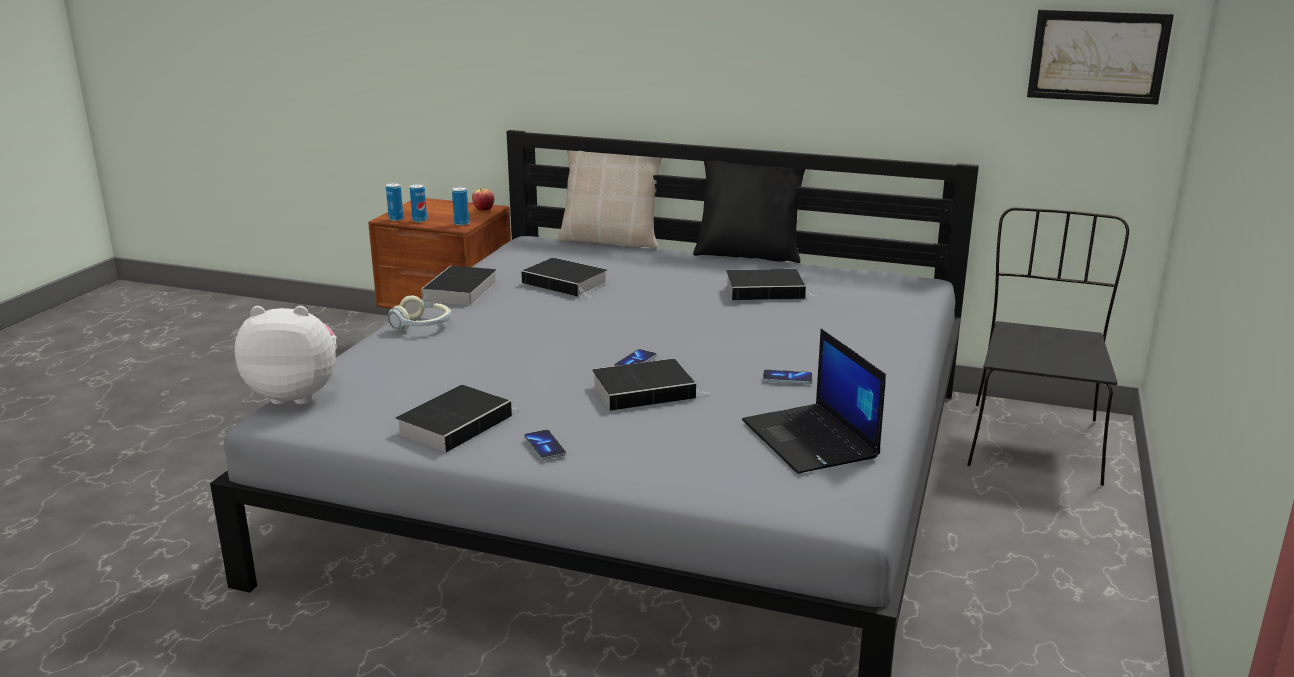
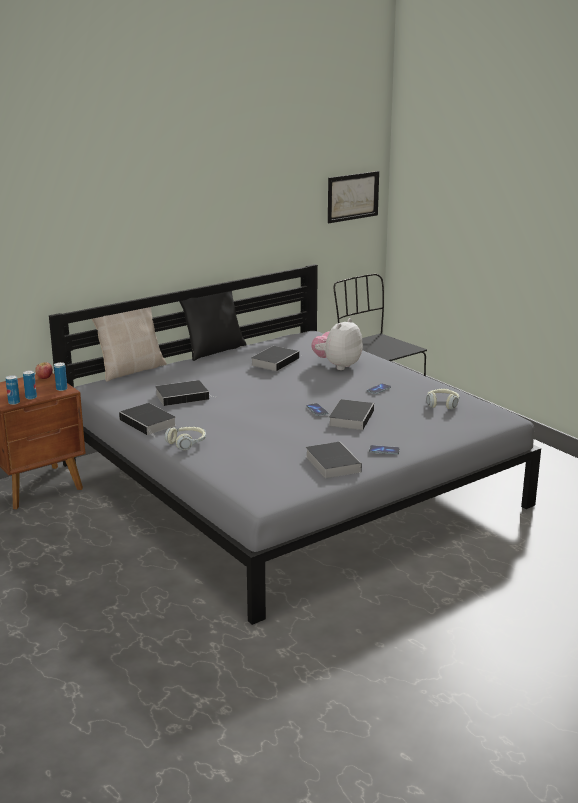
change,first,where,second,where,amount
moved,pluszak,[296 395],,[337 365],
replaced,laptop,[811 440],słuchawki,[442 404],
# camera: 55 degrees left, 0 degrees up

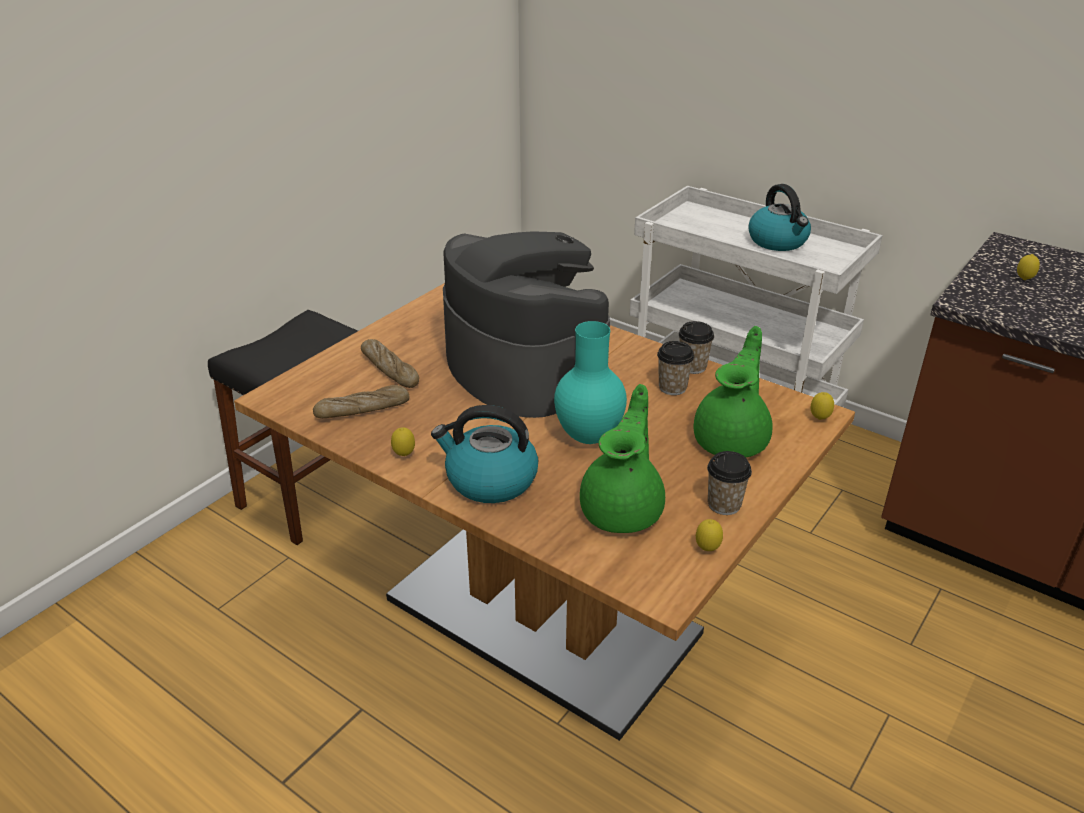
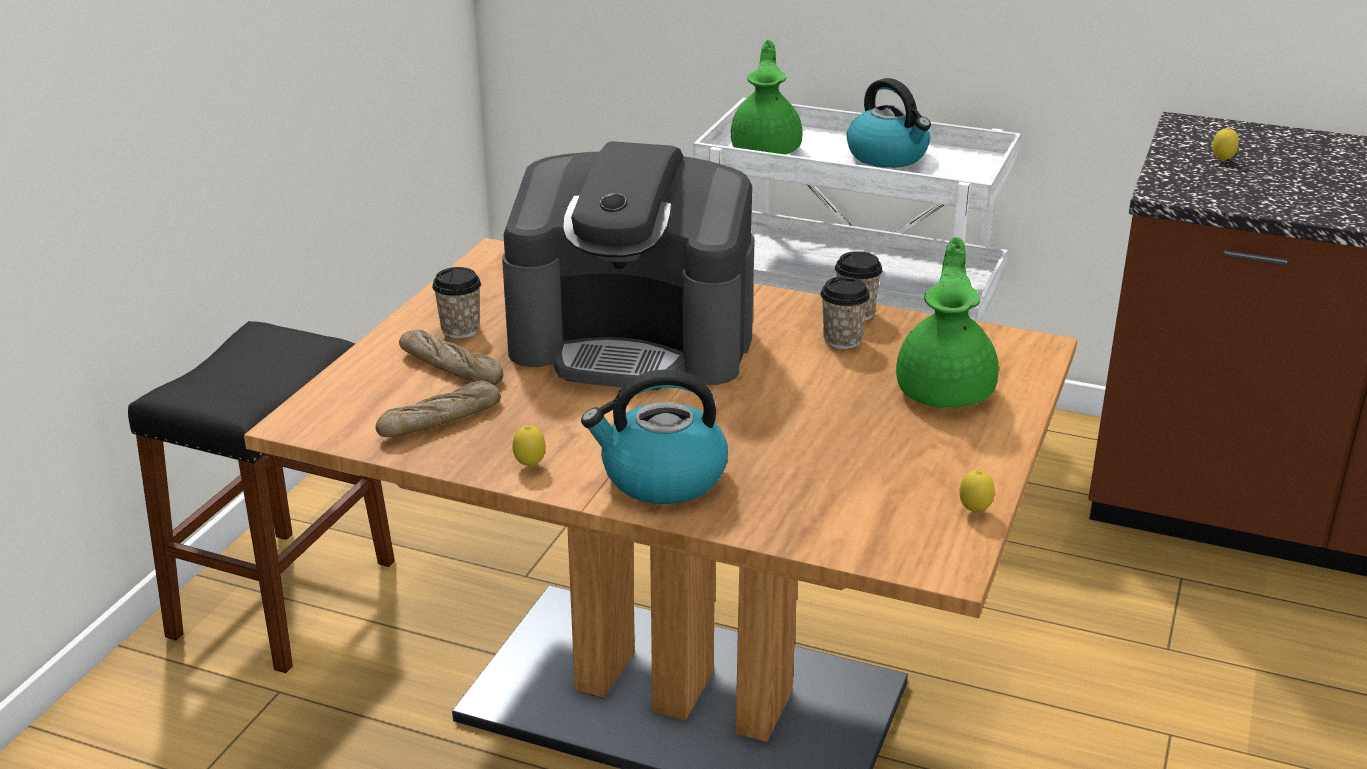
change,first,where,second,where,amount
turned,ekspres do kawy,[523 367],,[634 341],150 degrees clockwise
removed,wazon (turkusowy),[590 438],,,
moved,imbryk (zielony),[623 509],,[767 149],
moved,filiżanka,[724 504],,[460 330],
removed,cytryna,[819 419],,,
# camera: 15 degrees left, 5 degrees down

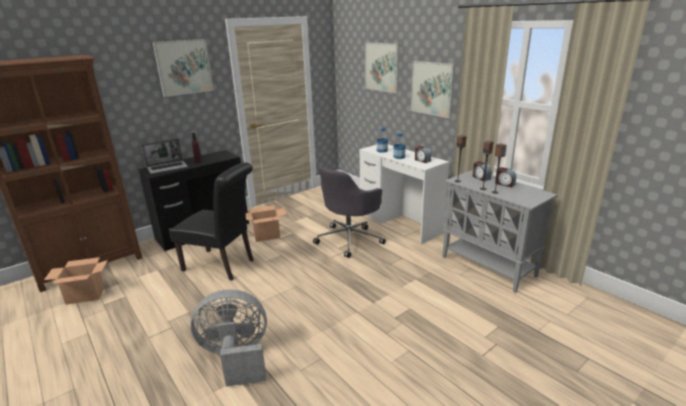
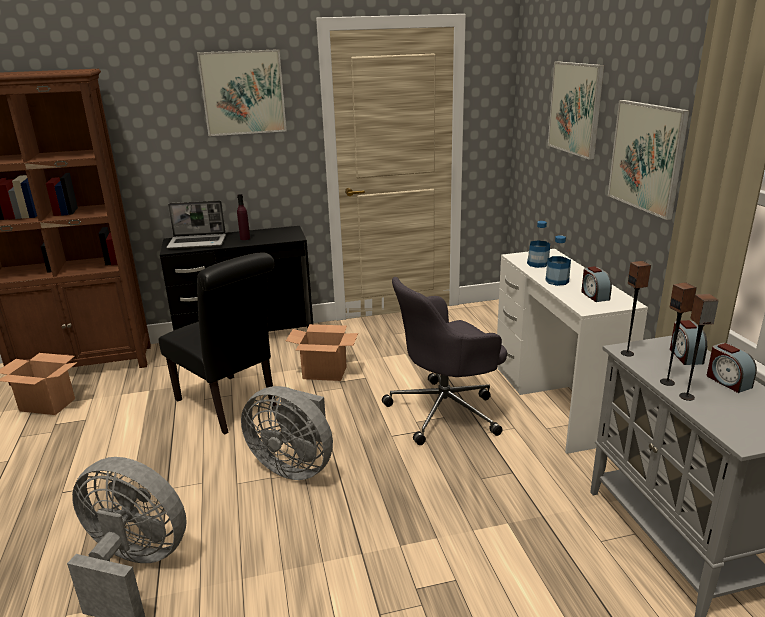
change,first,where,second,where,amount
added,,,wentylator (szary),[294 465],
# camera: 25 degrees right, 0 degrees up

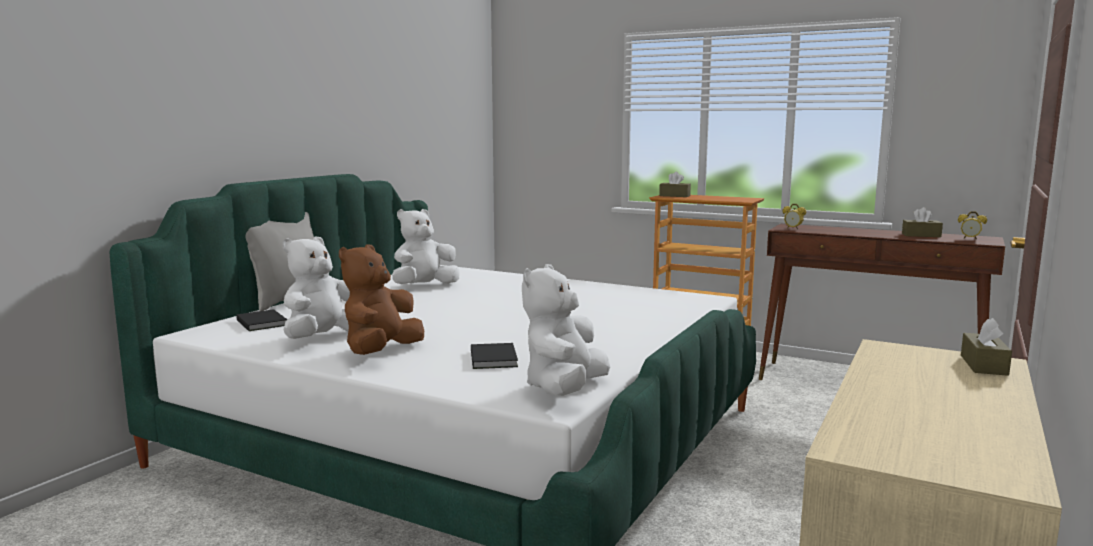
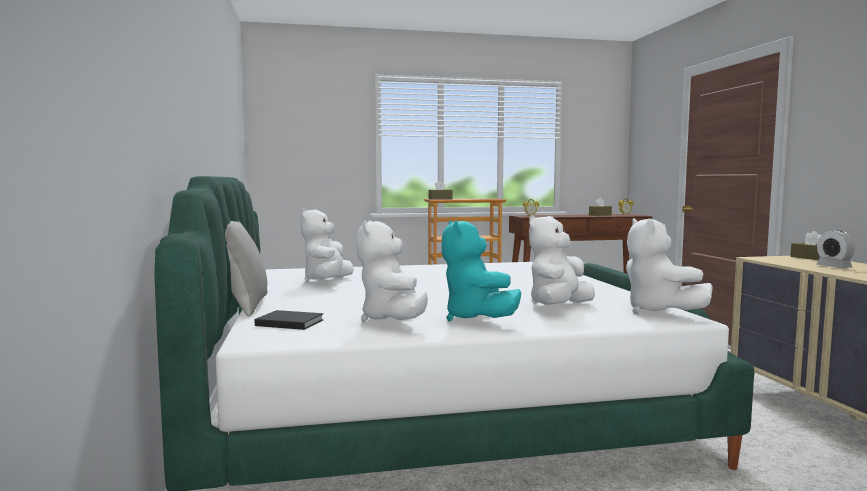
change,first,where,second,where,amount
recoloured,pluszak (brązowy),[381 352],pluszak (turkusowy),[476 319],
replaced,książka (czarny),[494 358],pluszak (biały),[558 307],
added,,,budzik,[834 267],
# camera: 40 degrees left, 5 degrees down

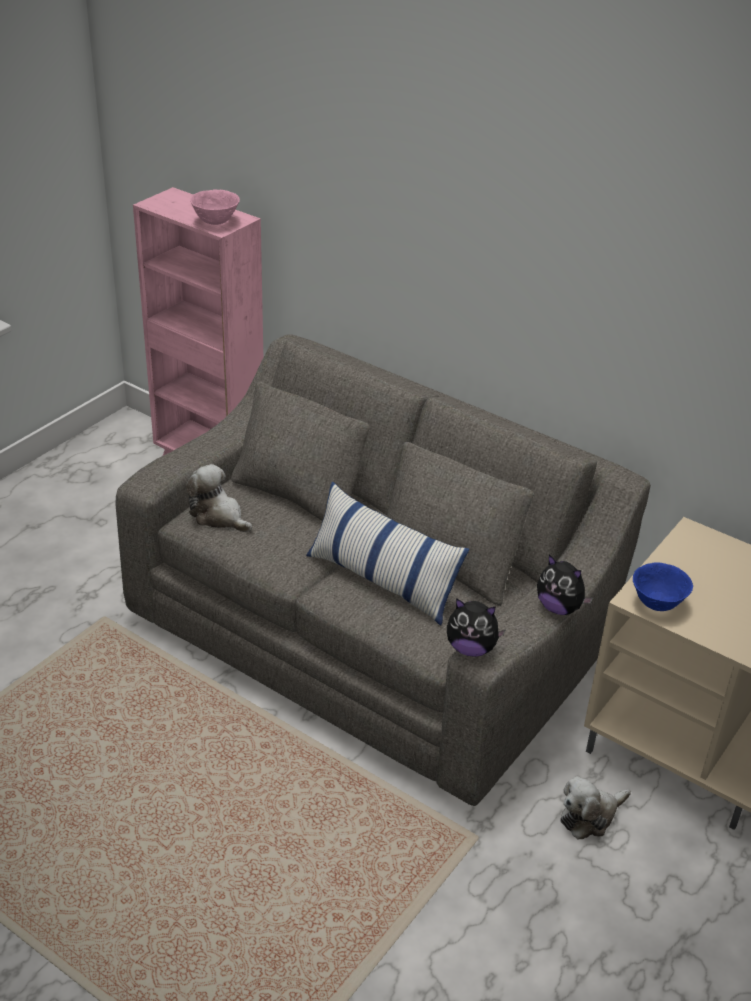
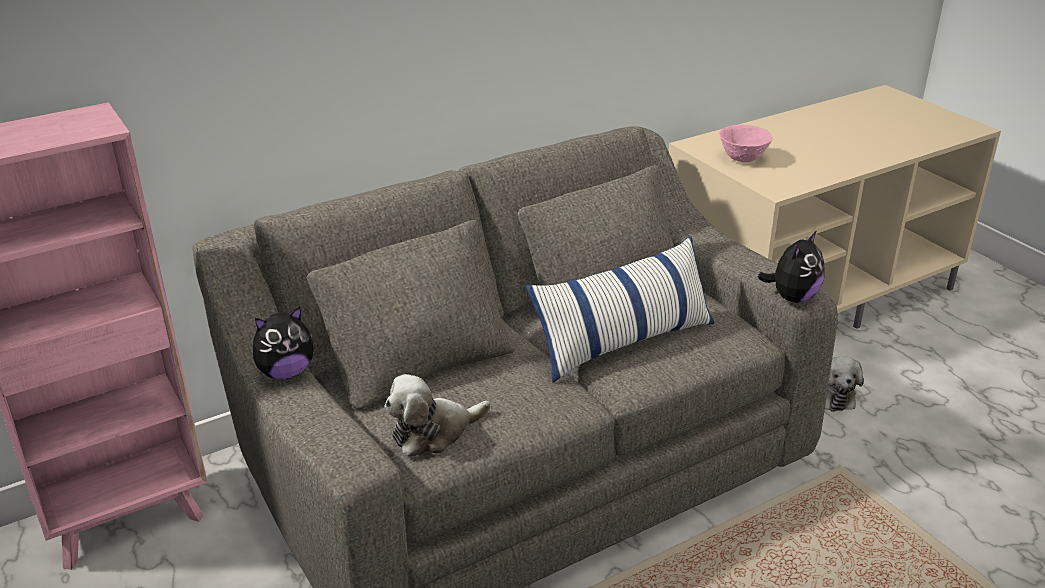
change,first,where,second,where,amount
moved,miska (różowy),[216 222],,[743 159],
moved,pluszak,[559 607],,[286 372],
removed,miska (niebieski),[657 603],,,
# camera: 65 degrees left, 5 degrees down

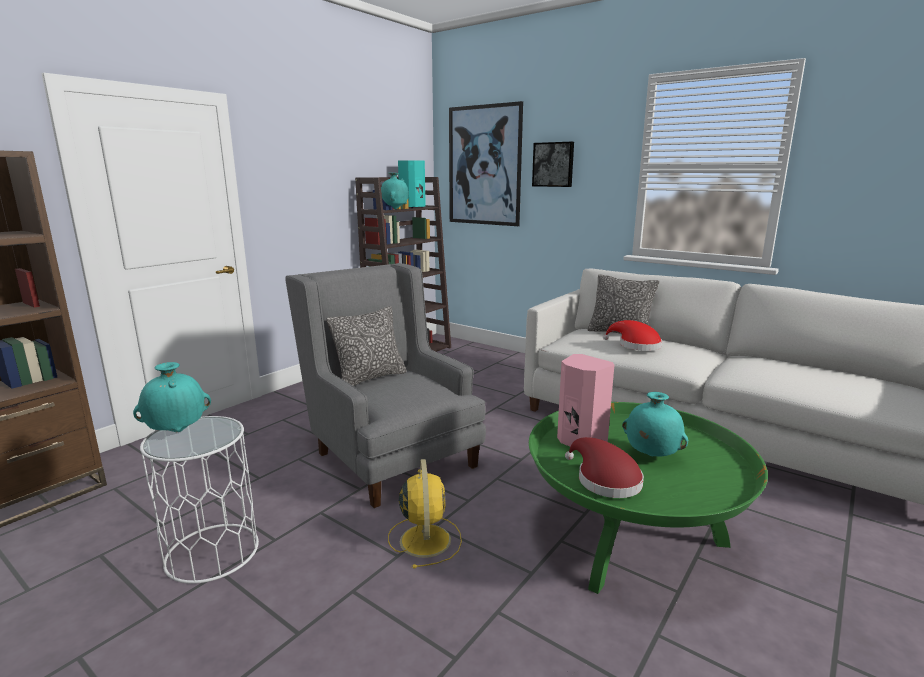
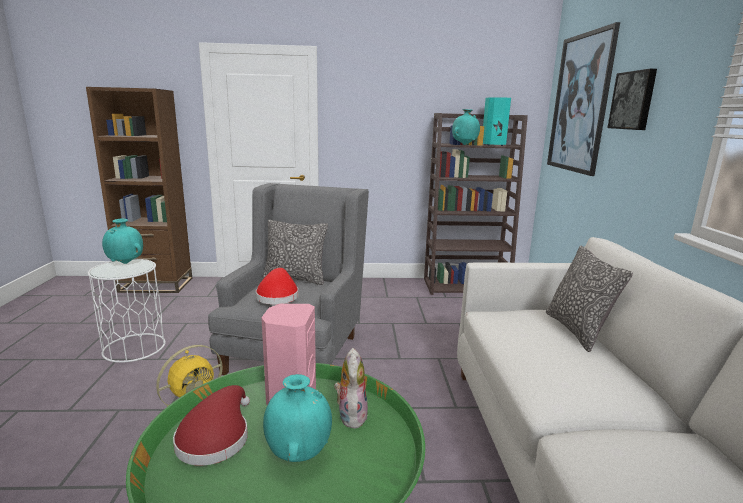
change,first,where,second,where,amount
moved,kapelusz (czerwony),[635 345],,[277 296],
added,,,pluszak,[350 415],
# camera: 50 degrees right, 0 degrees up

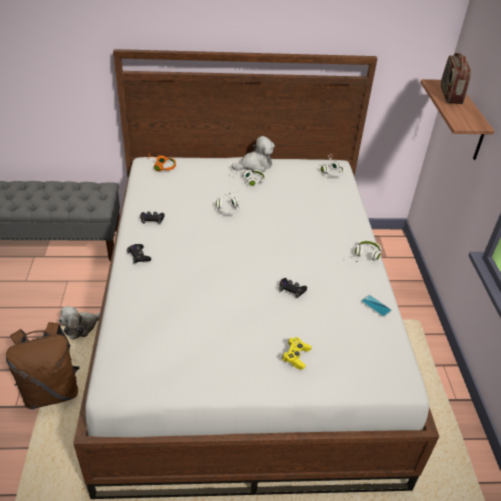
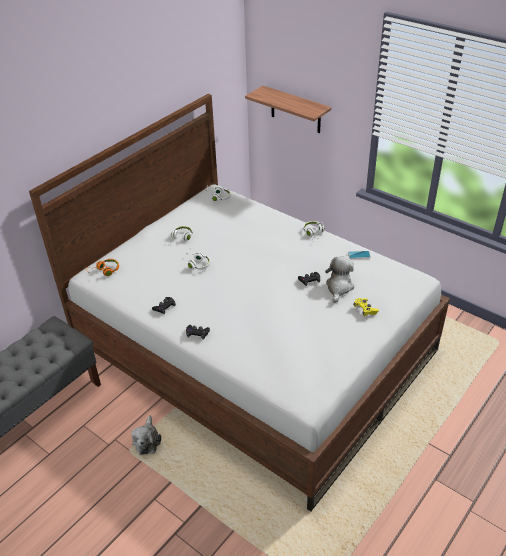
change,first,where,second,where,amount
removed,plecak (brązowy),[52 391],,,
moved,pluszak,[255 165],,[339 287],
removed,radio,[450 95],,,
# camera: 45 degrees left, 0 degrees up

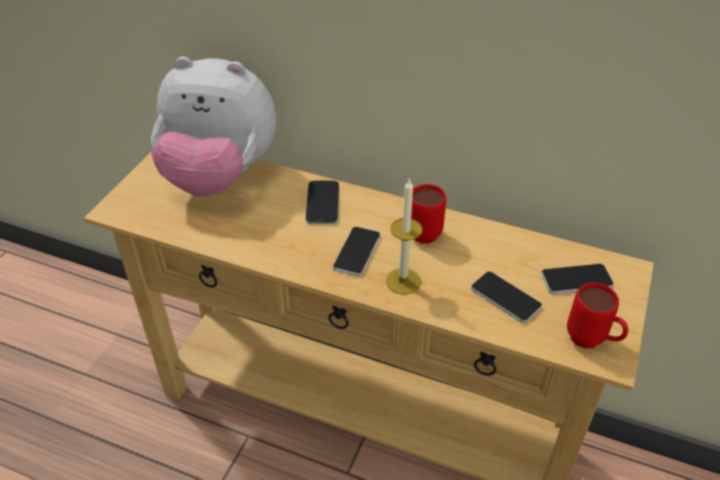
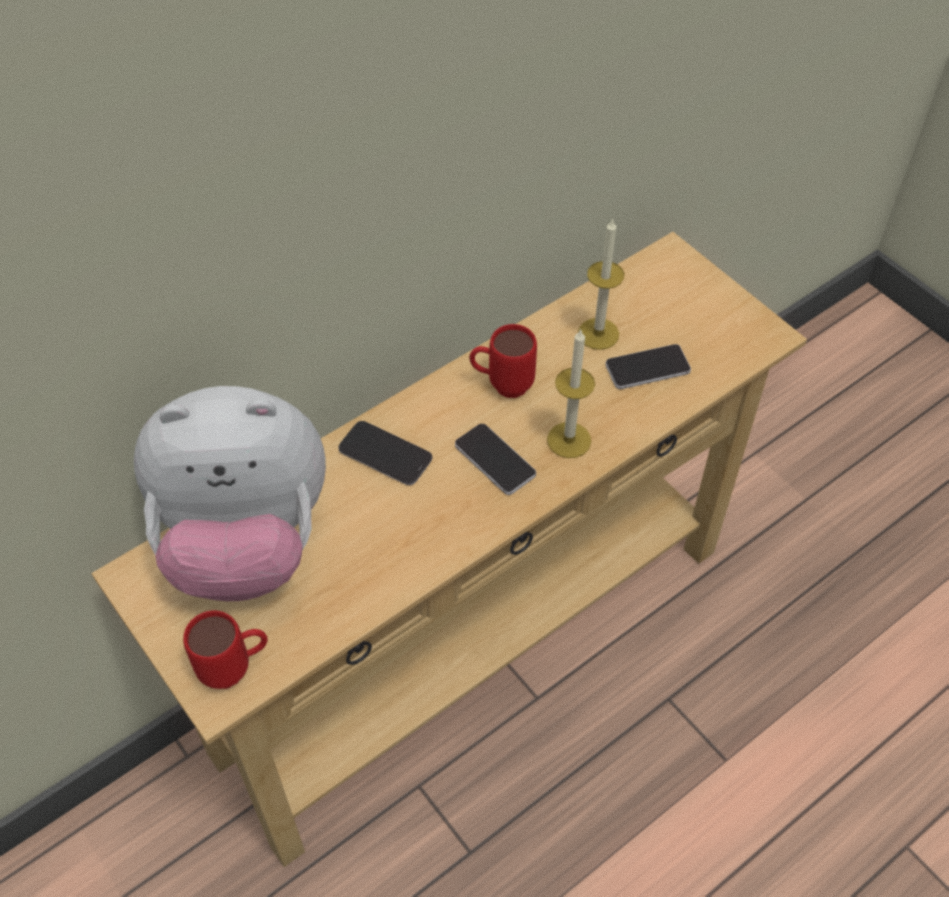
change,first,where,second,where,amount
turned,pluszak,[219 177],,[245 543],45 degrees clockwise
removed,telefon,[576 280],,,
moved,kubek (czerwony),[591 342],,[236 669],
added,,,świeca,[598 334],
# camera: 60 degrees left, 10 degrees up

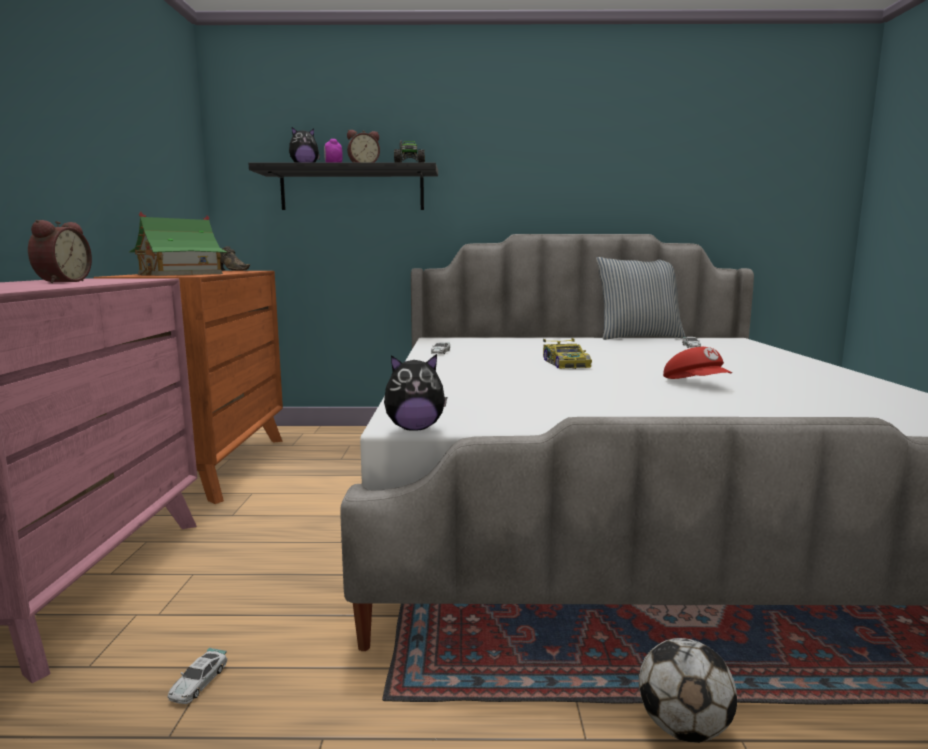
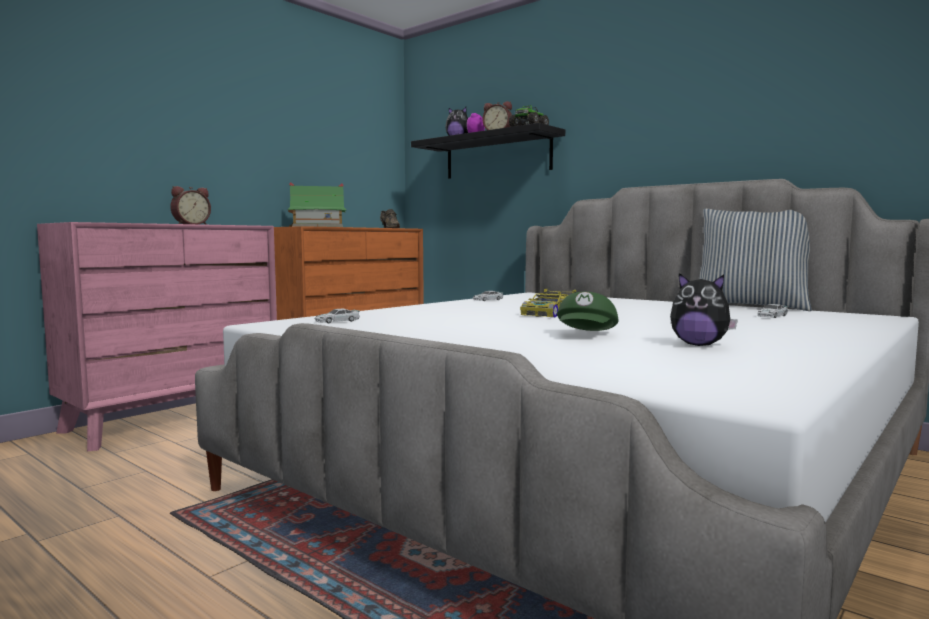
change,first,where,second,where,amount
moved,samochodzik,[198 682],,[337 321],
moved,pluszak,[415 428],,[699 345],
removed,piłka futbolowa,[683 728],,,
recoloured,czapka z daszkiem (czerwony),[696 384],czapka z daszkiem (zielony),[587 335],
# camera: 40 degrees right, 5 degrees down

